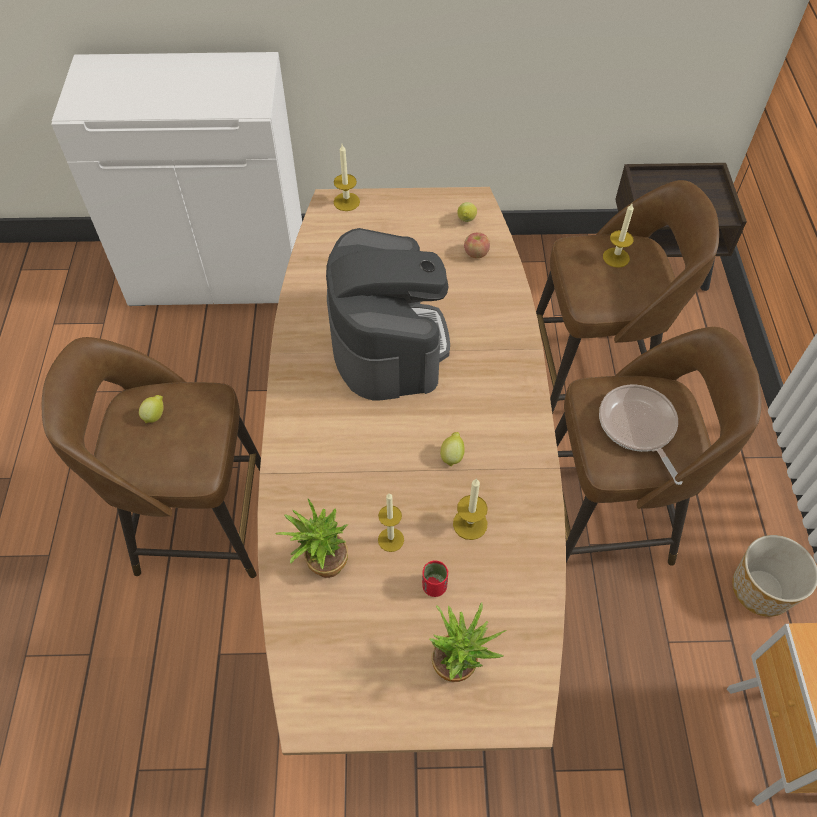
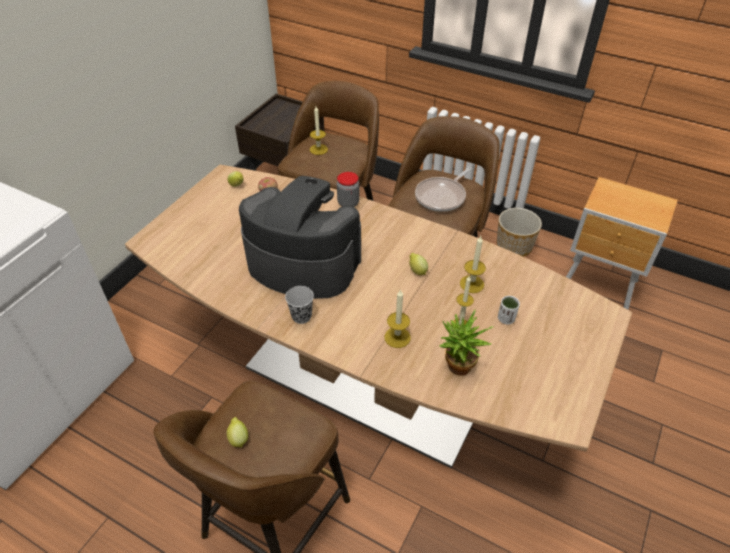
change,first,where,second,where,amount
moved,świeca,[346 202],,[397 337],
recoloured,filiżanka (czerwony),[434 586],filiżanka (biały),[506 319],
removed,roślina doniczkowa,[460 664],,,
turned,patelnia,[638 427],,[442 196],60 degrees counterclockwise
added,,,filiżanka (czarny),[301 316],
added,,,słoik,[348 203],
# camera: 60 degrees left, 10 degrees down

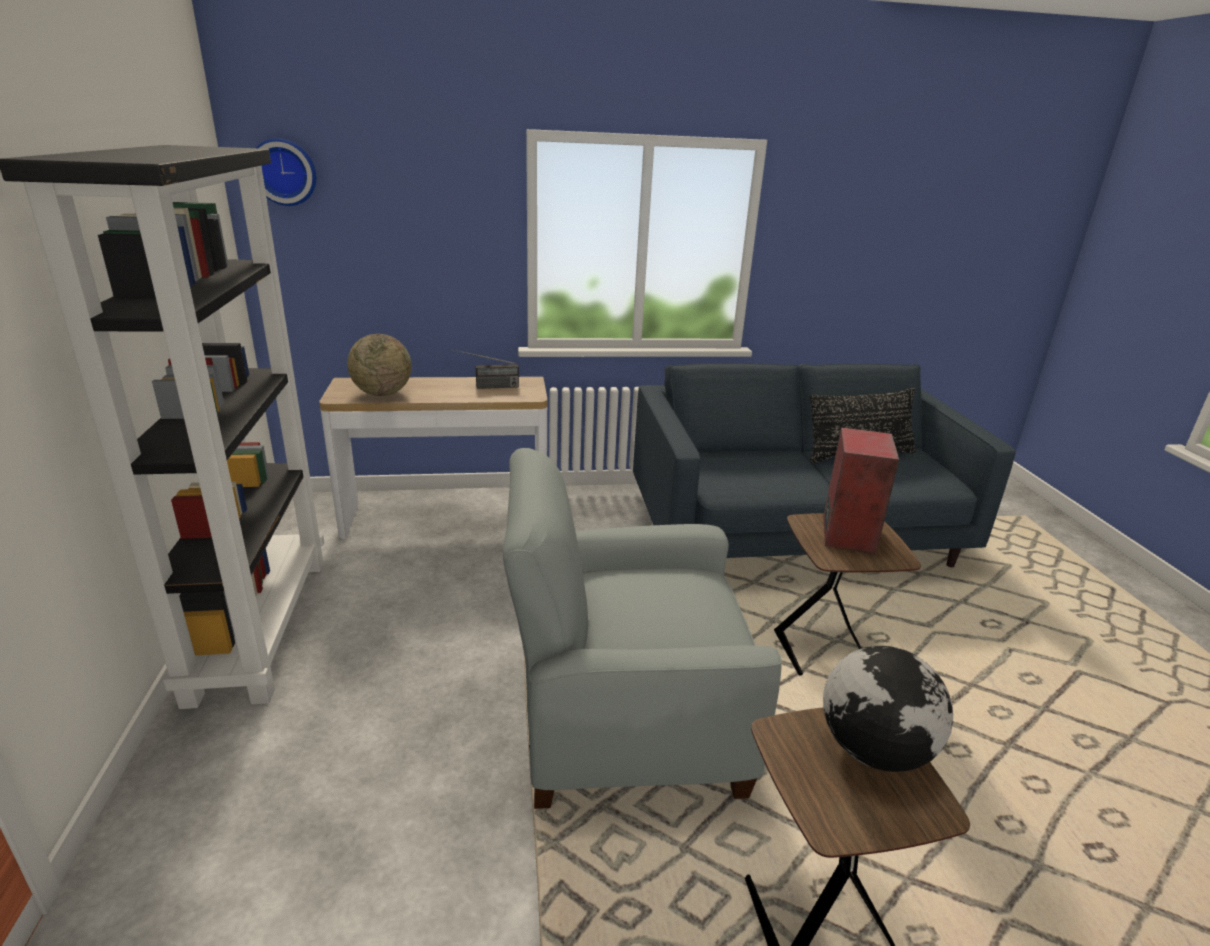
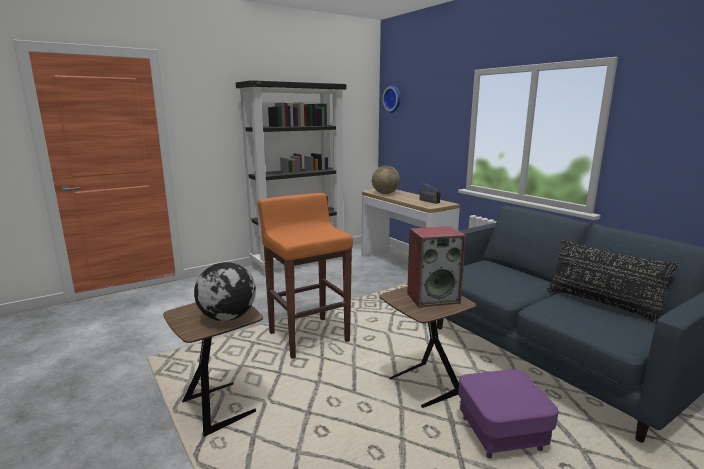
change,first,where,second,where,amount
replaced,fotel (szary),[624 719],stołek (pomarańczowy),[308 336],
added,,,pufa (fioletowy),[501 434],
# camera: 65 degrees right, 10 degrees down

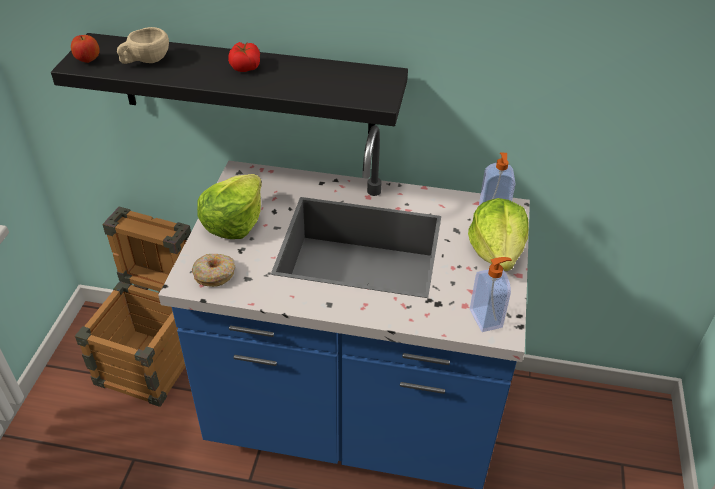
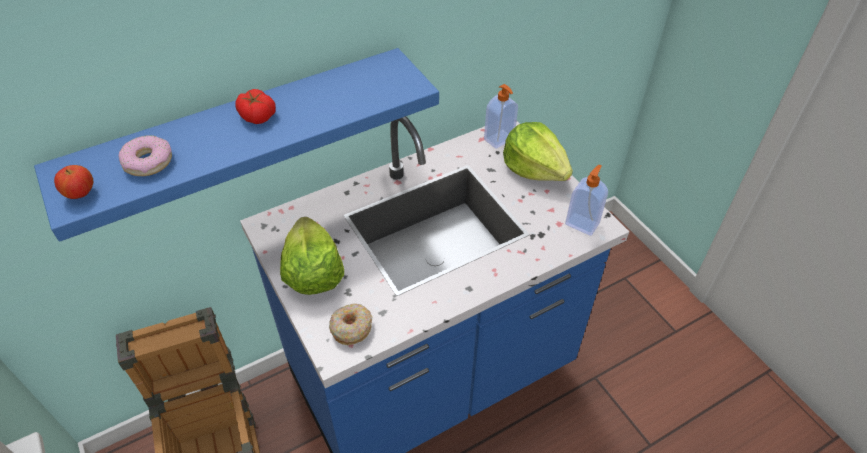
change,first,where,second,where,amount
recoloured,półka (czarny),[246 85],półka (niebieski),[242 135],
replaced,filiżanka (beżowy),[145 61],donut,[148 162],
# camera: 40 degrees left, 5 degrees up

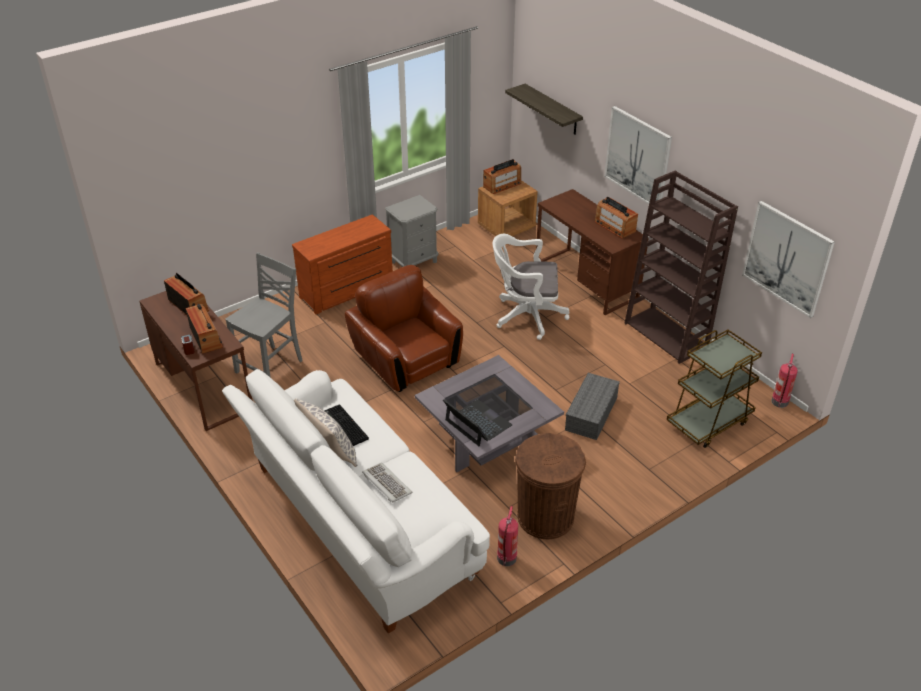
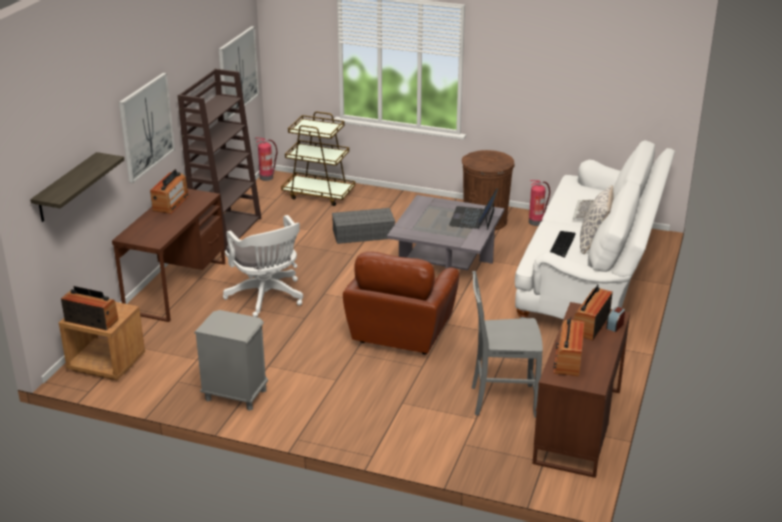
change,first,where,second,where,amount
removed,komoda (brązowy),[348 291],,,
# camera: 125 degrees left, 10 degrees down

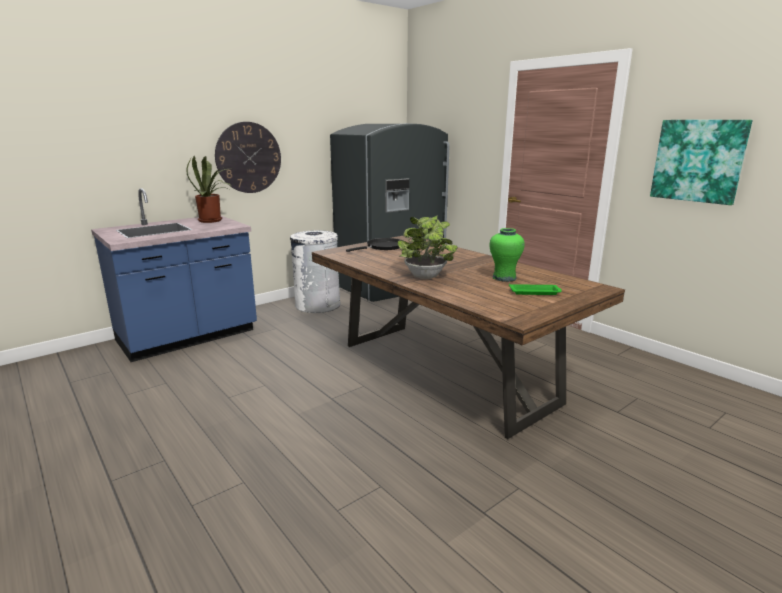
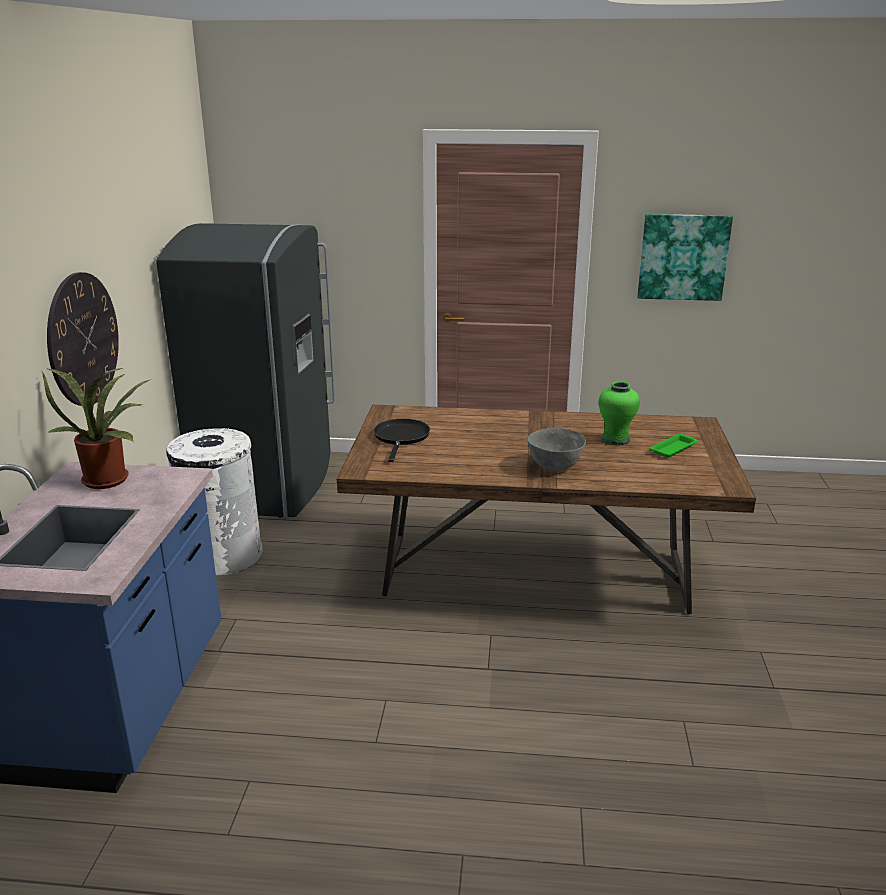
change,first,where,second,where,amount
replaced,roślina doniczkowa,[426 277],miska (szary),[554 467],
# camera: 45 degrees left, 5 degrees up

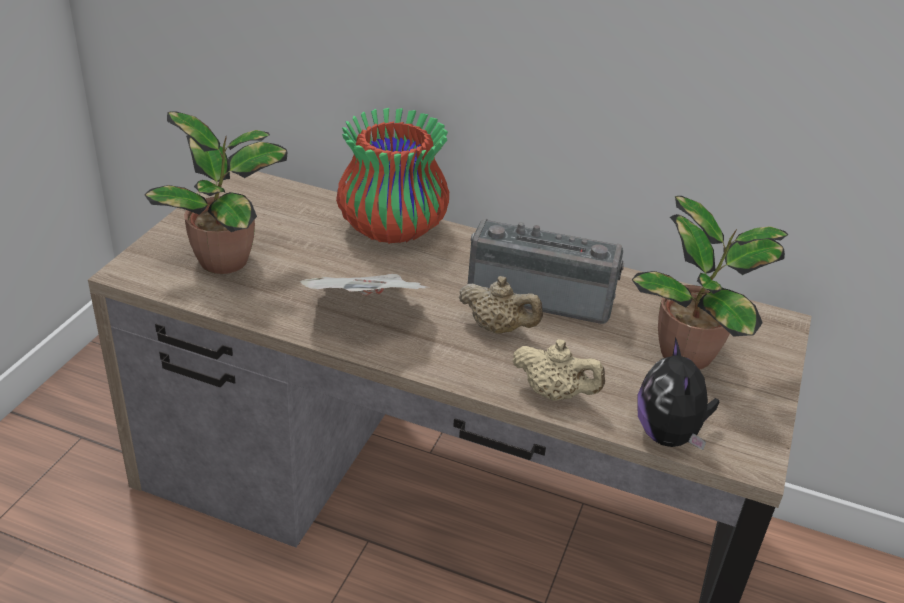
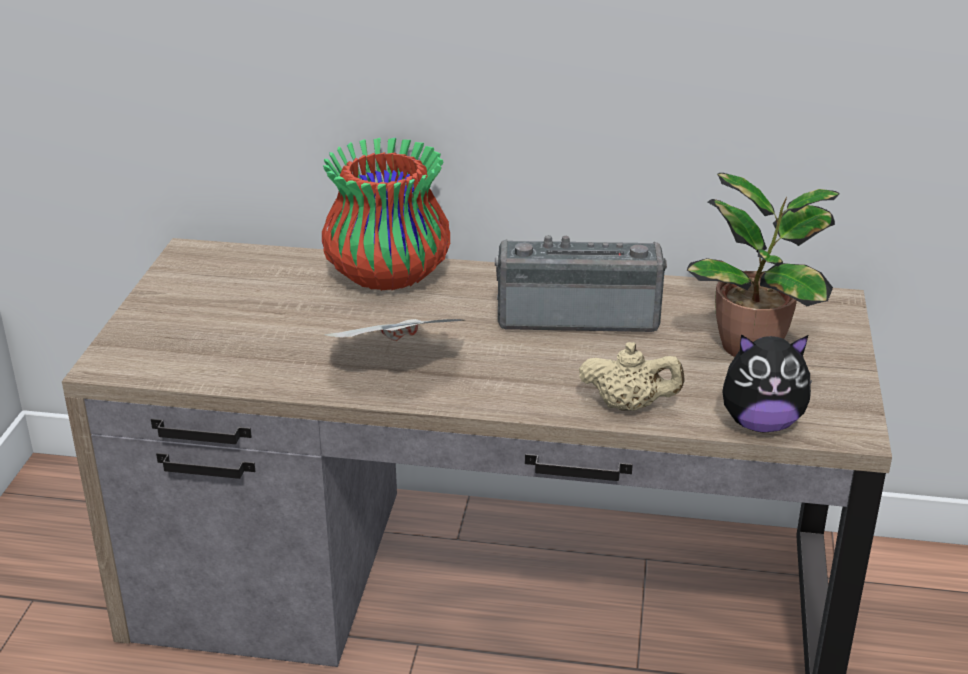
change,first,where,second,where,amount
removed,roślina doniczkowa,[227 260],,,
removed,imbryk (beżowy),[498 328],,,
turned,pluszak,[669 435],,[761 423],75 degrees counterclockwise
# camera: 10 degrees left, 5 degrees down

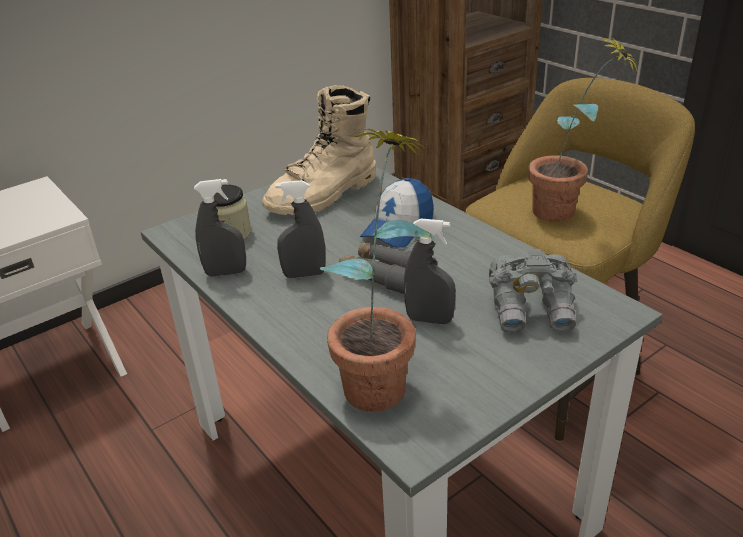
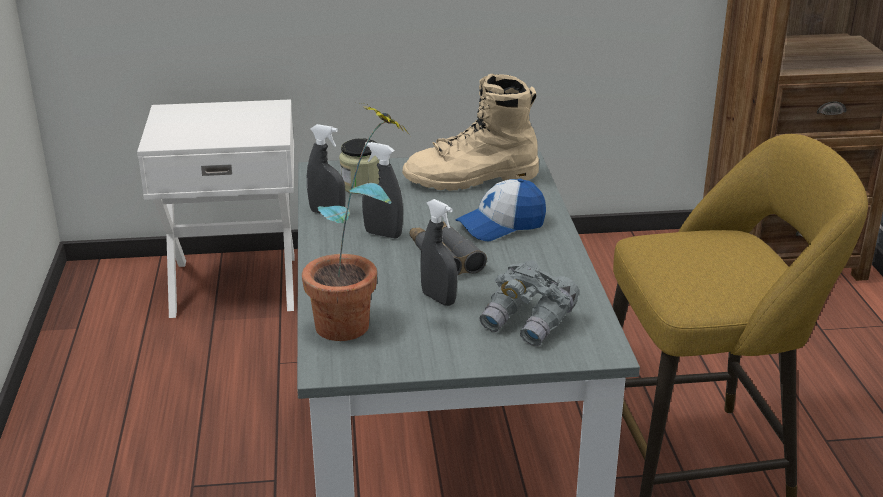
change,first,where,second,where,amount
removed,roślina doniczkowa,[567 213],,,
# camera: 30 degrees right, 5 degrees down

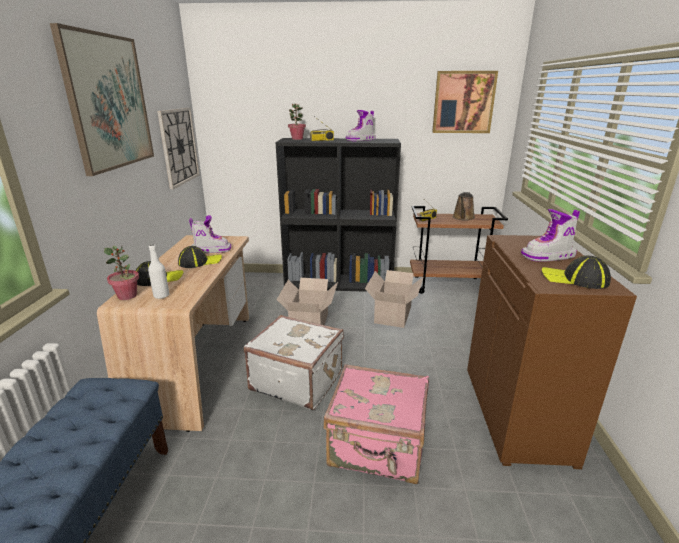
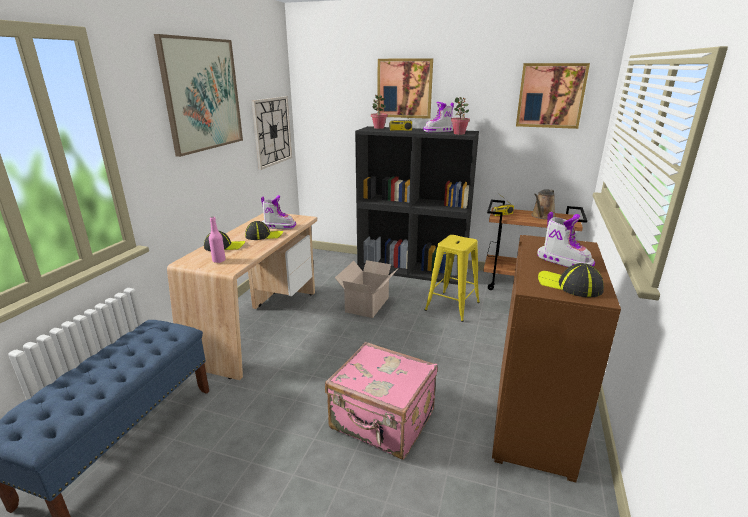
change,first,where,second,where,amount
moved,roślina doniczkowa,[127 296],,[459 133],
recoloured,butelka (biały),[161 296],butelka (różowy),[219 260],
removed,walizka (biały),[297 380],,,
replaced,karton,[393 314],stołek (żółty),[452 306],
turned,but z cholewką,[548 256],,[564 261],135 degrees counterclockwise
added,,,obraz,[404 88],
# camera: 15 degrees right, 0 degrees up

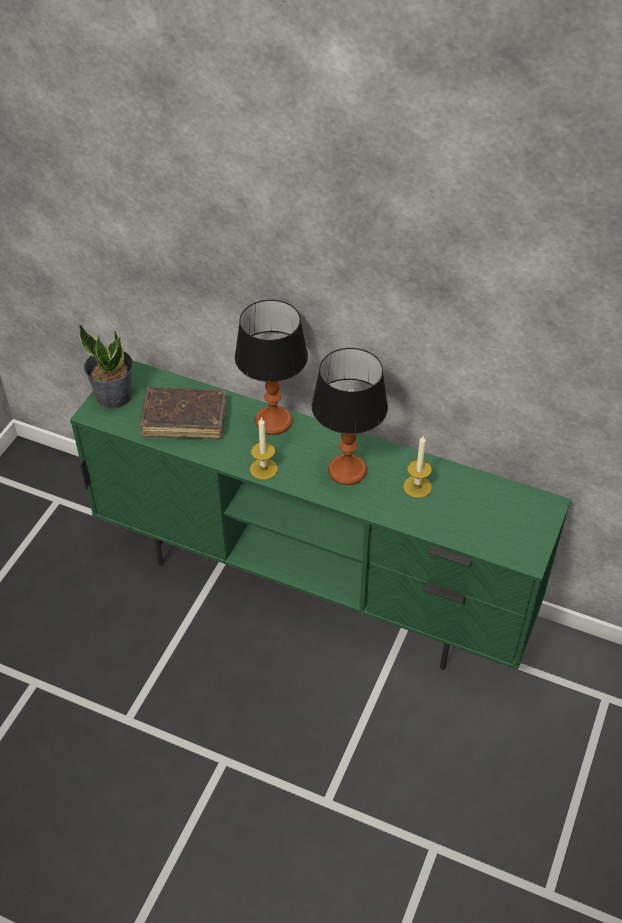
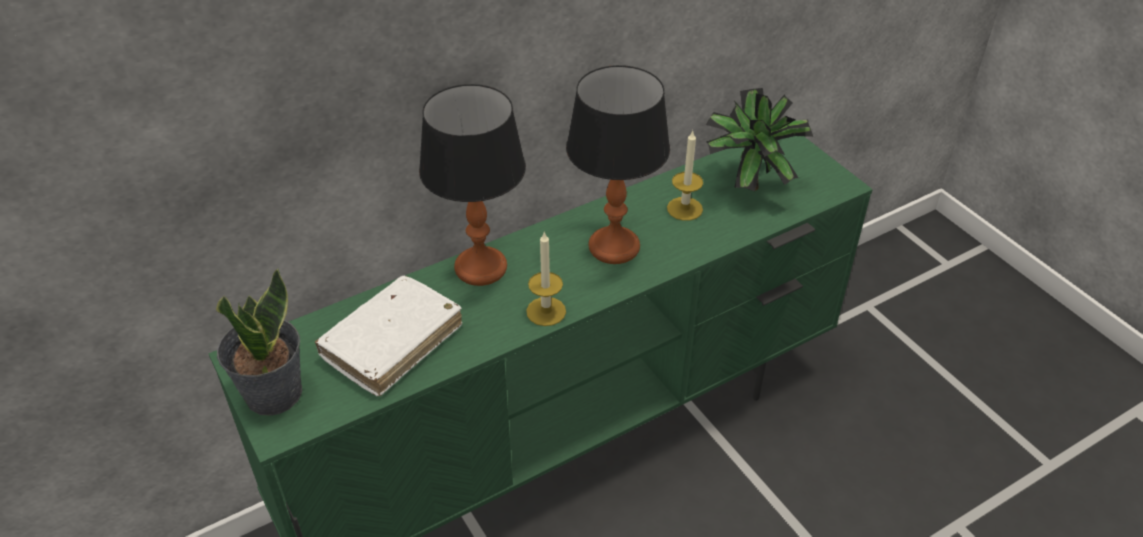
change,first,where,second,where,amount
recoloured,książka (brązowy),[184 419],książka (biały),[392 342],
added,,,roślina doniczkowa,[747 184],
# camera: 55 degrees left, 5 degrees down

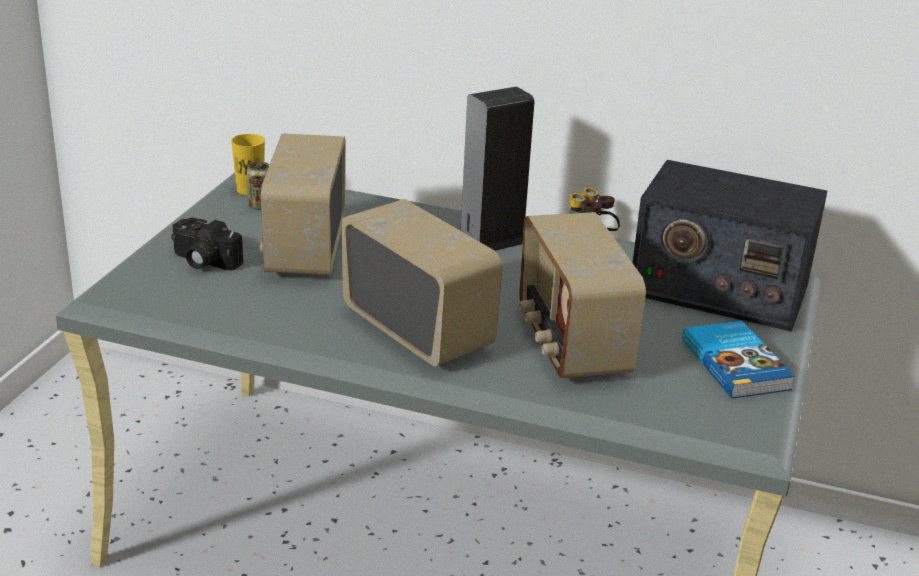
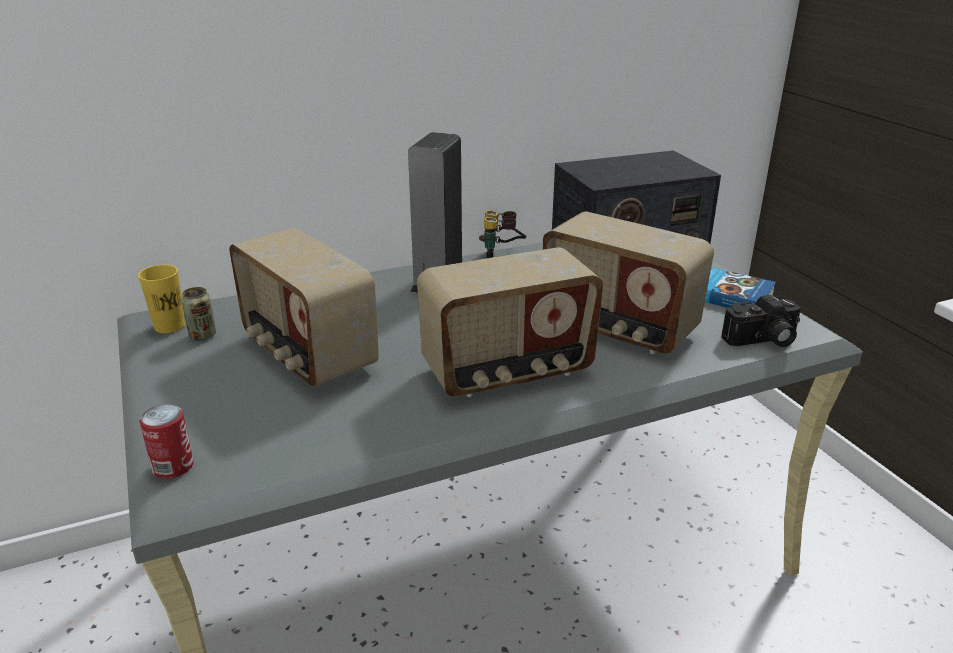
change,first,where,second,where,amount
moved,aparat fotograficzny,[203 261],,[762 340],
turned,radio,[418 330],,[508 372],150 degrees clockwise
added,,,puszka,[173 466],
# camera: 40 degrees left, 0 degrees up

